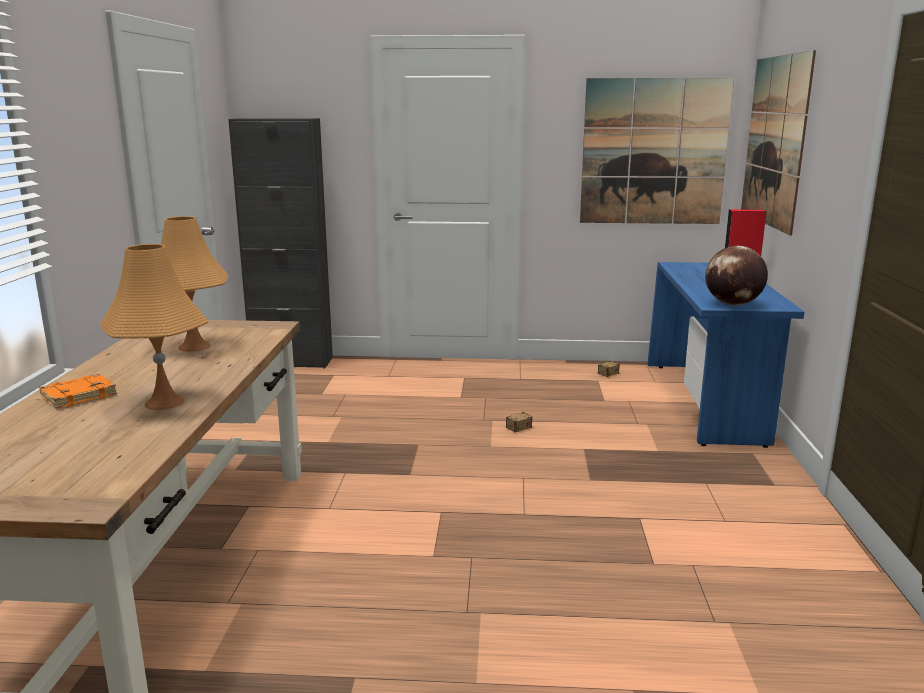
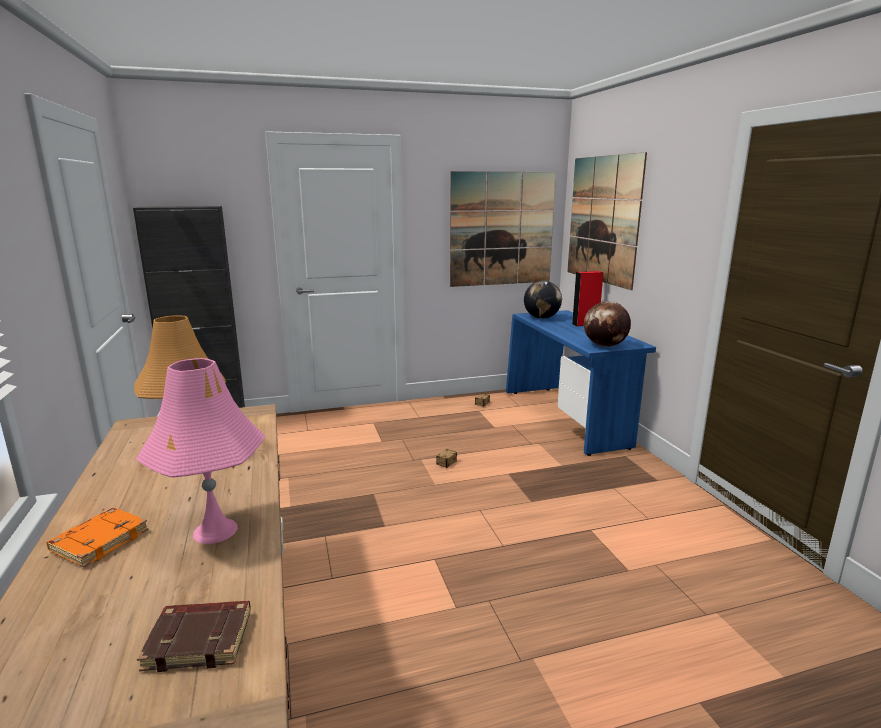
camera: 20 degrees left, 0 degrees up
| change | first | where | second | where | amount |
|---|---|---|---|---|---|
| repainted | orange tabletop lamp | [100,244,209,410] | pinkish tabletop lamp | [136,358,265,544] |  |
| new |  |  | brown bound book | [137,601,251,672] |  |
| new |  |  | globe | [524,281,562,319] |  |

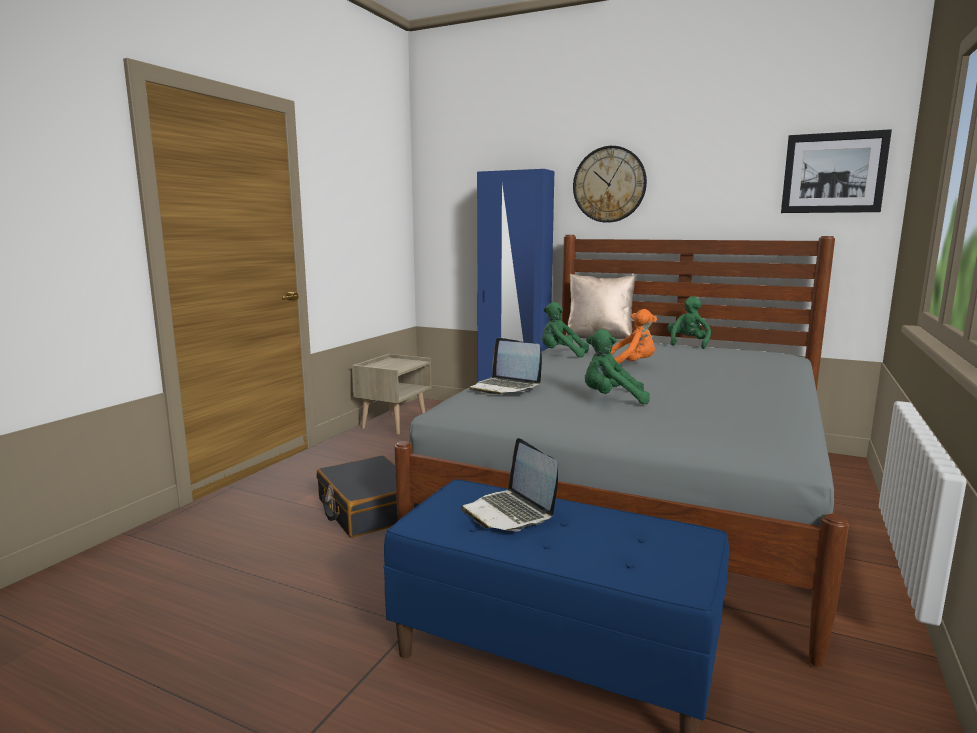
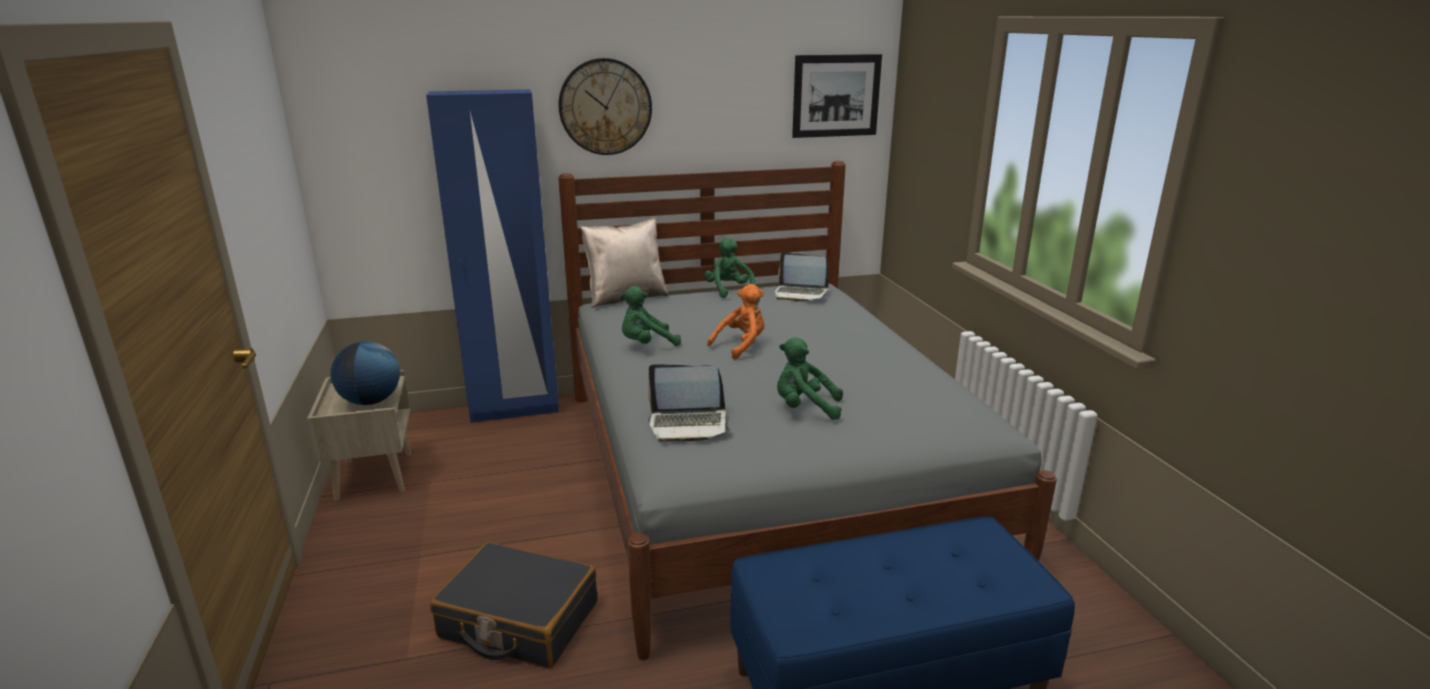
camera: 40 degrees left, 10 degrees up
| change | first | where | second | where | amount |
|---|---|---|---|---|---|
| new |  |  | globe | [330,341,400,405] |  |
| shifted | laptop | [461,438,558,531] |  | [775,252,829,302] |  |
| rotated | green cuddly toy | [585,329,650,404] |  | [777,337,843,420] | 45 degrees clockwise |

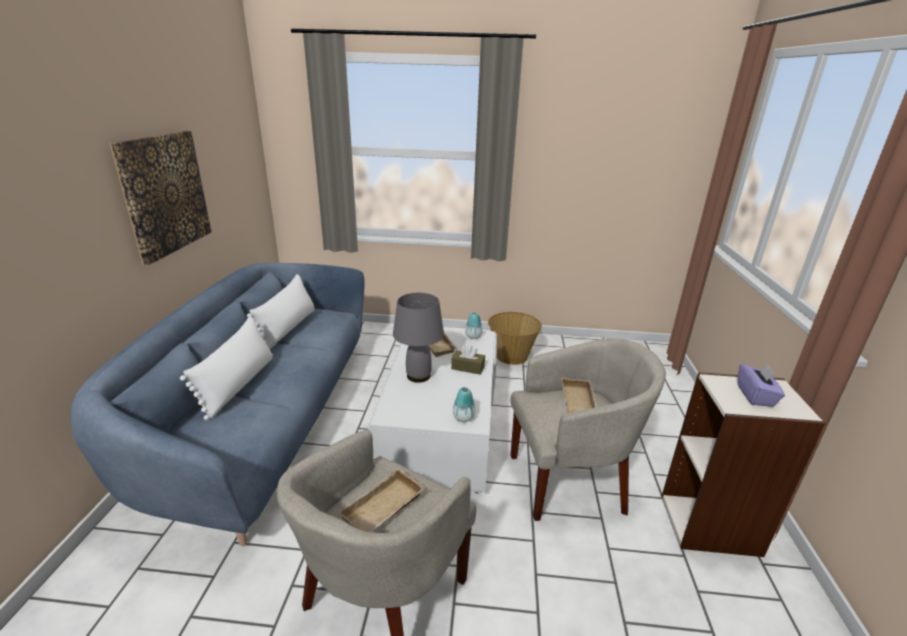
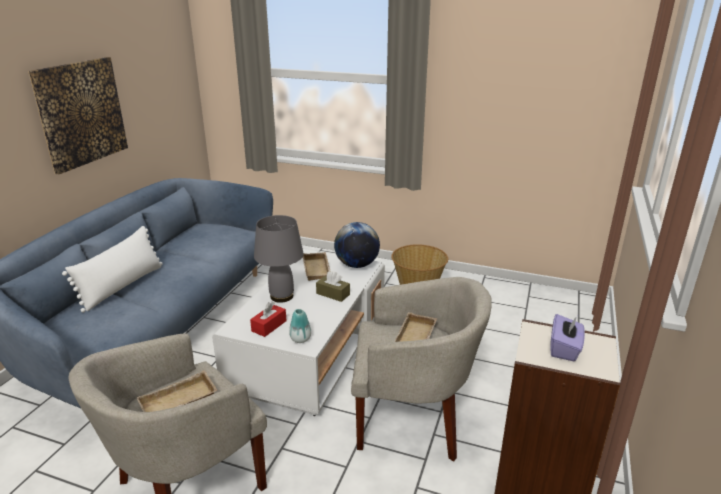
camera: 15 degrees right, 0 degrees up
| change | first | where | second | where | amount |
|---|---|---|---|---|---|
| new |  |  | reddish tissue holder | [250,301,287,337] |  |
| swapped | vase | [465,312,482,339] | globe | [334,222,380,268] |  |
| gone | white pillow | [247,274,314,349] |  |  |  |

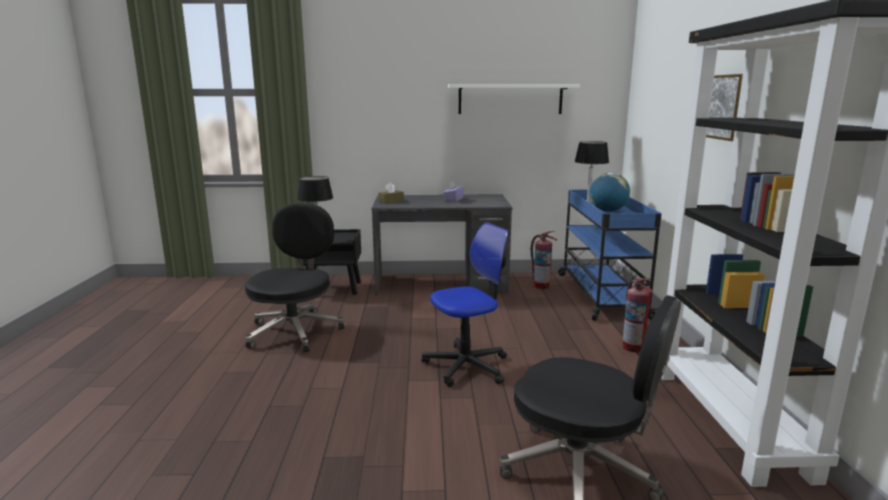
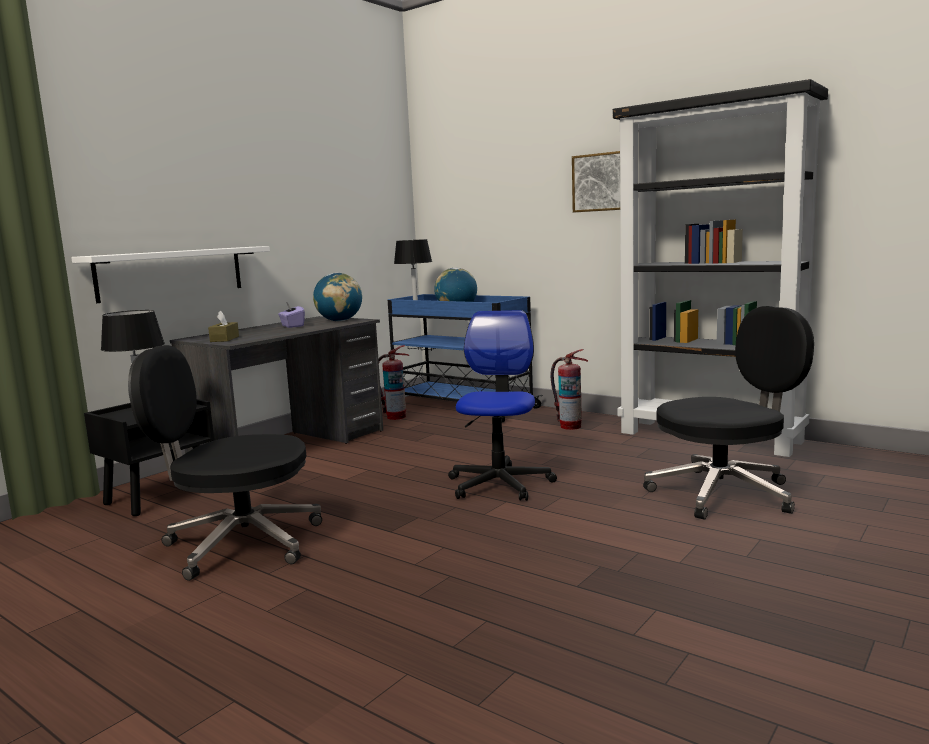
camera: 50 degrees left, 5 degrees down
| change | first | where | second | where | amount |
|---|---|---|---|---|---|
| shifted | white bracket shelf | [448,84,580,114] |  | [71,246,270,303] |  |
| rotated | black office chair | [245,203,344,352] |  | [128,345,322,581] | 45 degrees counterclockwise |
| new |  |  | globe | [313,273,362,321] |  |

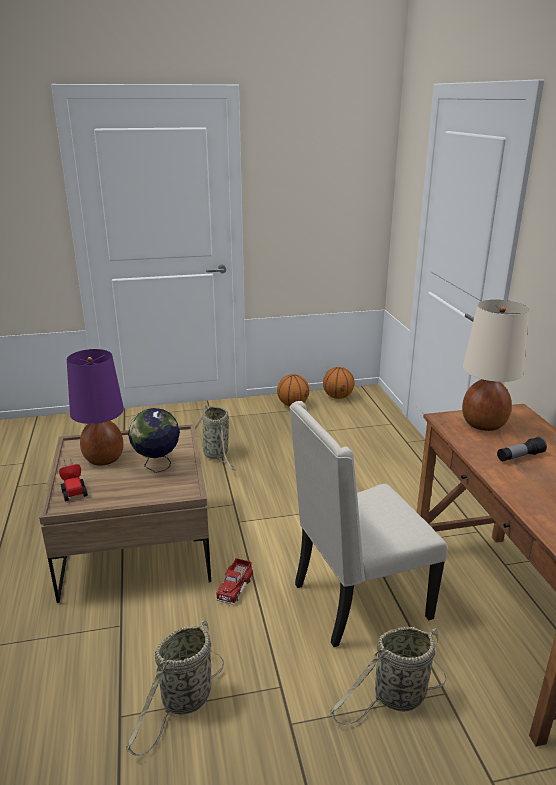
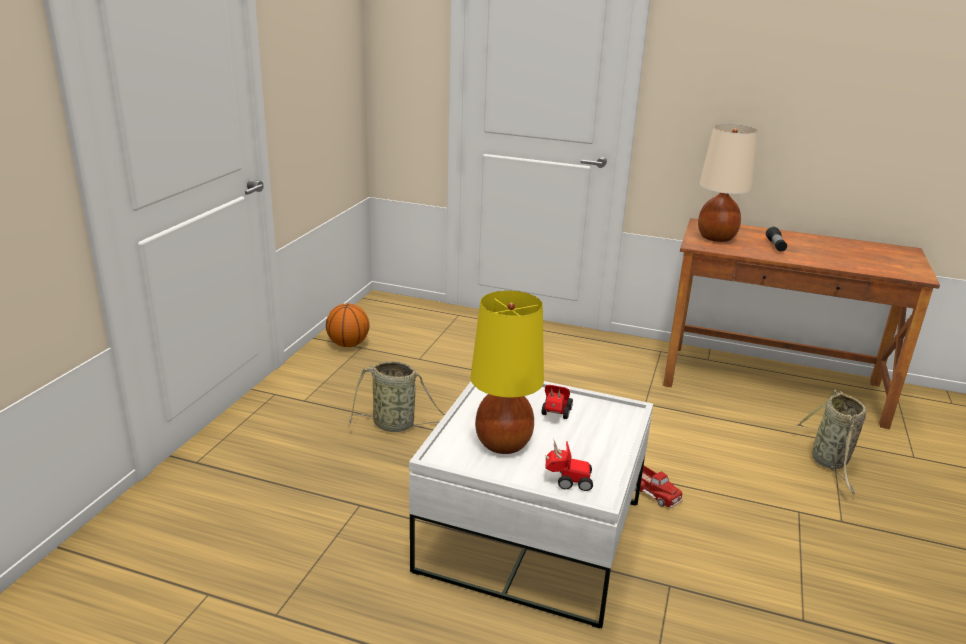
camera: 60 degrees left, 0 degrees up
| change | first | where | second | where | amount |
|---|---|---|---|---|---|
| repainted | brown coffee table | [39,424,211,603] | white coffee table | [409,381,653,629] |  |
| repainted | purplish tabletop lamp | [67,349,124,466] | yellow tabletop lamp | [471,291,544,454] |  |
| swapped | globe | [128,408,180,473] | toy car | [541,385,573,419] |  |
| gone | household basket | [126,619,224,756] |  |  |  |
| gone | beige chair | [289,401,447,647] |  |  |  |
| gone | basketball | [323,367,355,399] |  |  |  |

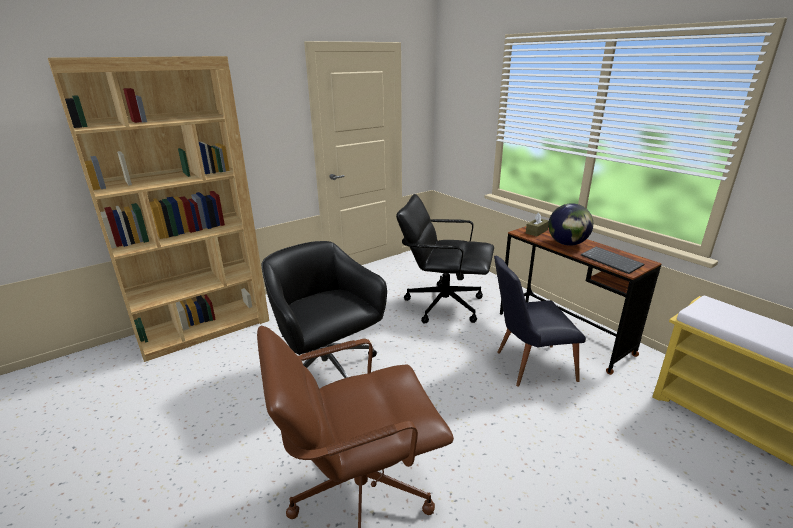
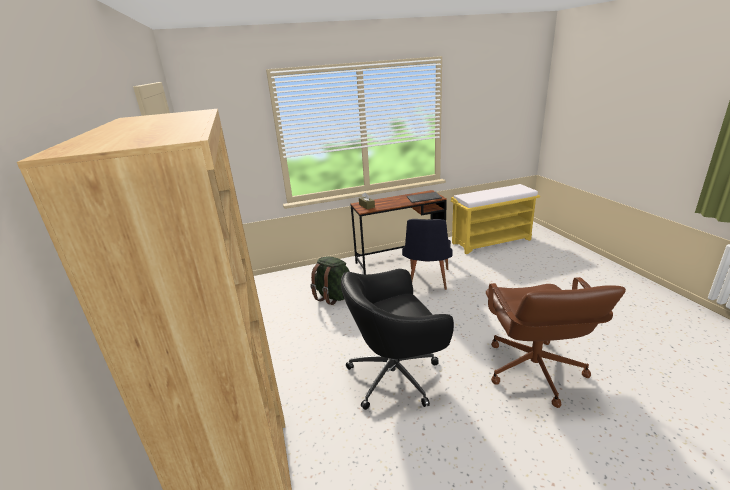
camera: 70 degrees left, 0 degrees up
| change | first | where | second | where | amount |
|---|---|---|---|---|---|
| swapped | black office chair | [396,194,494,324] | green backpack | [310,256,350,305] |  |
| gone | globe | [548,203,593,246] |  |  |  |

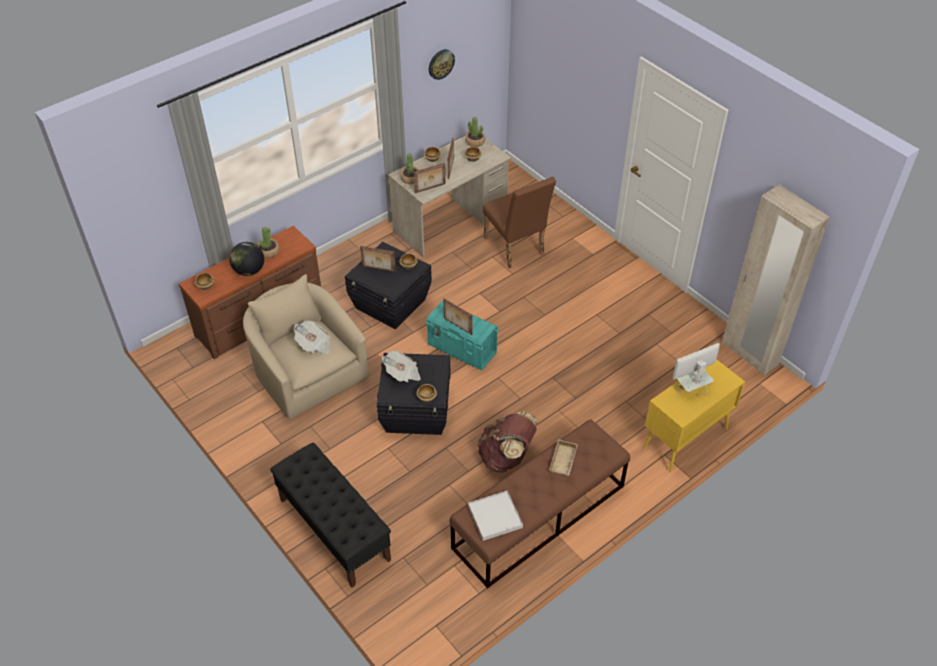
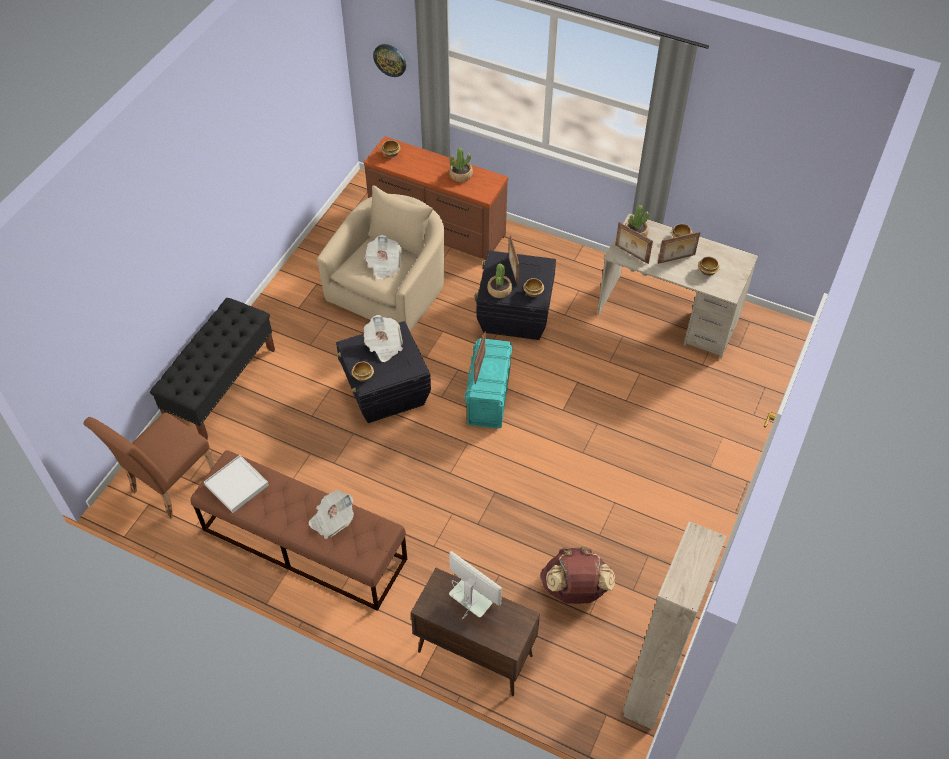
camera: 65 degrees right, 5 degrees up
| change | first | where | second | where | amount |
|---|---|---|---|---|---|
| shifted | brown chair | [483,177,556,268] |  | [83,412,215,519] |  |
| swapped | beige carrying tray | [549,439,578,476] | printed paper | [309,490,354,539] |  |
| shifted | clock on the wall | [429,49,455,80] |  | [373,44,406,77] |  |
| repainted | yellow cabinet | [643,359,745,473] | brown cabinet | [411,568,540,696] |  |
| shifted | potted plant | [465,117,485,147] |  | [487,263,512,298] |  |
| shifted | brown backpack | [477,411,538,473] |  | [540,547,615,604] |  |
| gone | globe | [229,242,264,276] |  |  |  |

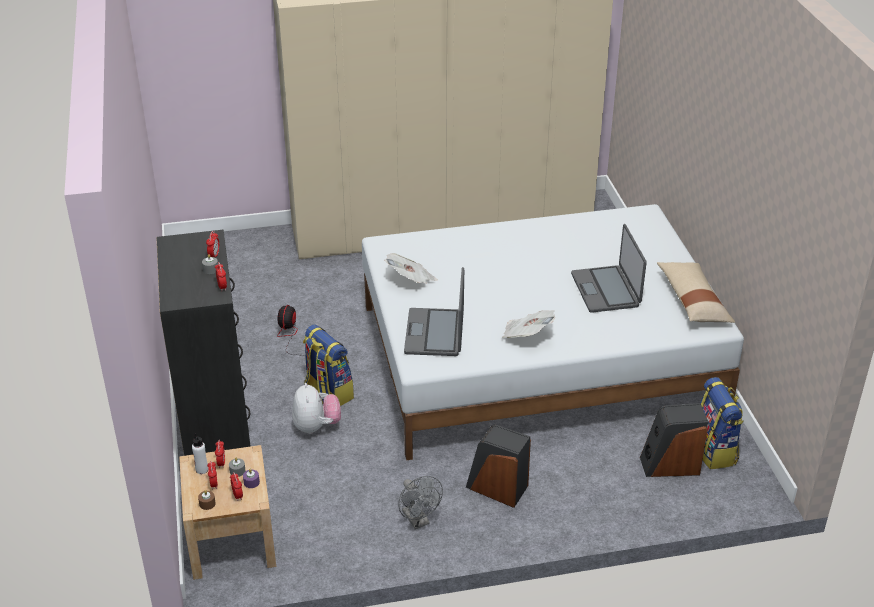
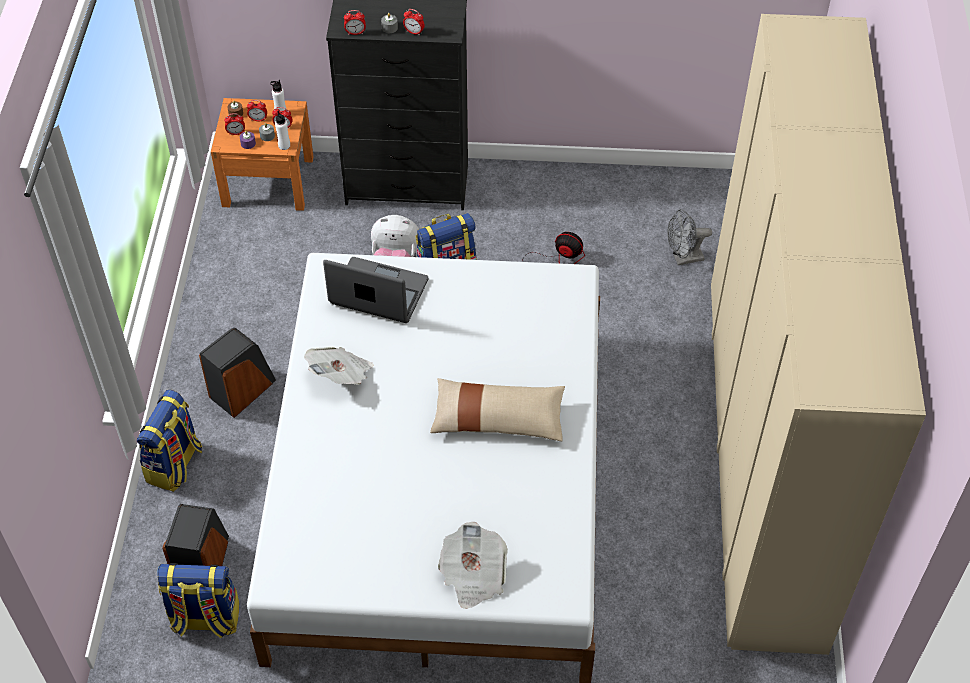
camera: 105 degrees right, 15 degrees up
| change | first | where | second | where | amount |
|---|---|---|---|---|---|
| new |  |  | backpack | [137,389,202,492] |  |
| repainted | beige nightstand | [179,445,276,580] | orange nightstand | [211,98,313,211] |  |
| new |  |  | white drink bottle | [275,111,290,150] |  |
| shifted | beige pillow | [657,262,735,323] |  | [430,378,565,441] |  |
| shifted | printed paper | [384,253,438,283] |  | [438,522,508,609] |  |
| shifted | grey cooling fan | [398,476,443,529] |  | [667,209,712,265] |  |
| gone | laptop | [571,224,647,313] |  |  |  |

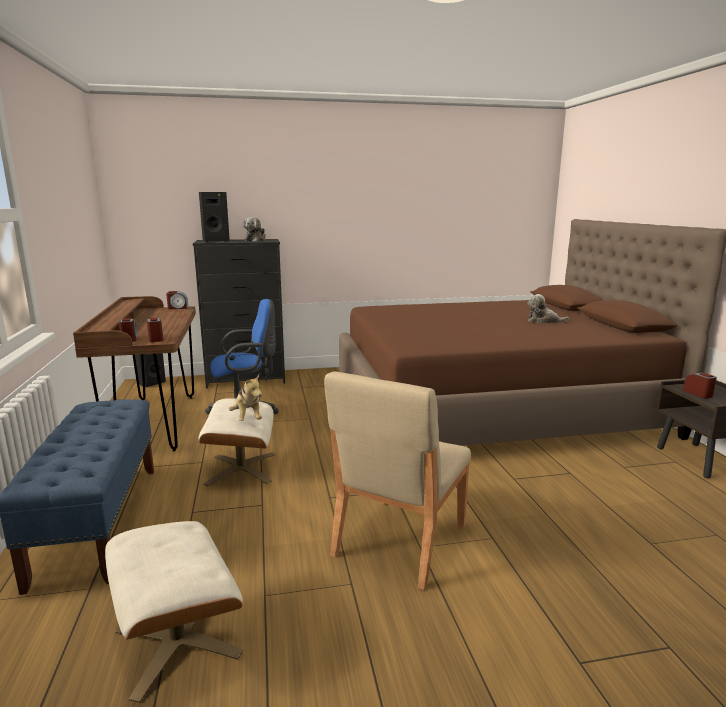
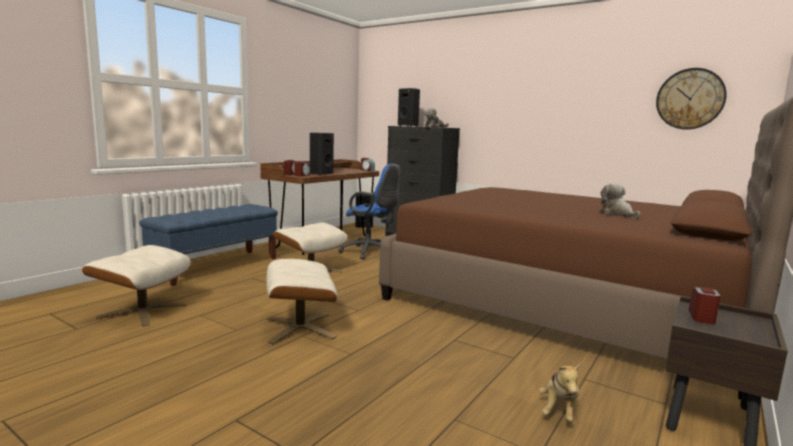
camera: 45 degrees right, 5 degrees down
| change | first | where | second | where | amount |
|---|---|---|---|---|---|
| swapped | beige chair | [324,371,471,590] | beige footrest | [266,259,338,345] |  |
| new |  |  | black loudspeaker | [310,133,334,175] |  |
| shifted | cuddly toy | [229,374,262,421] |  | [539,362,582,422] |  |
| new |  |  | clock on the wall | [656,68,726,130] |  |

